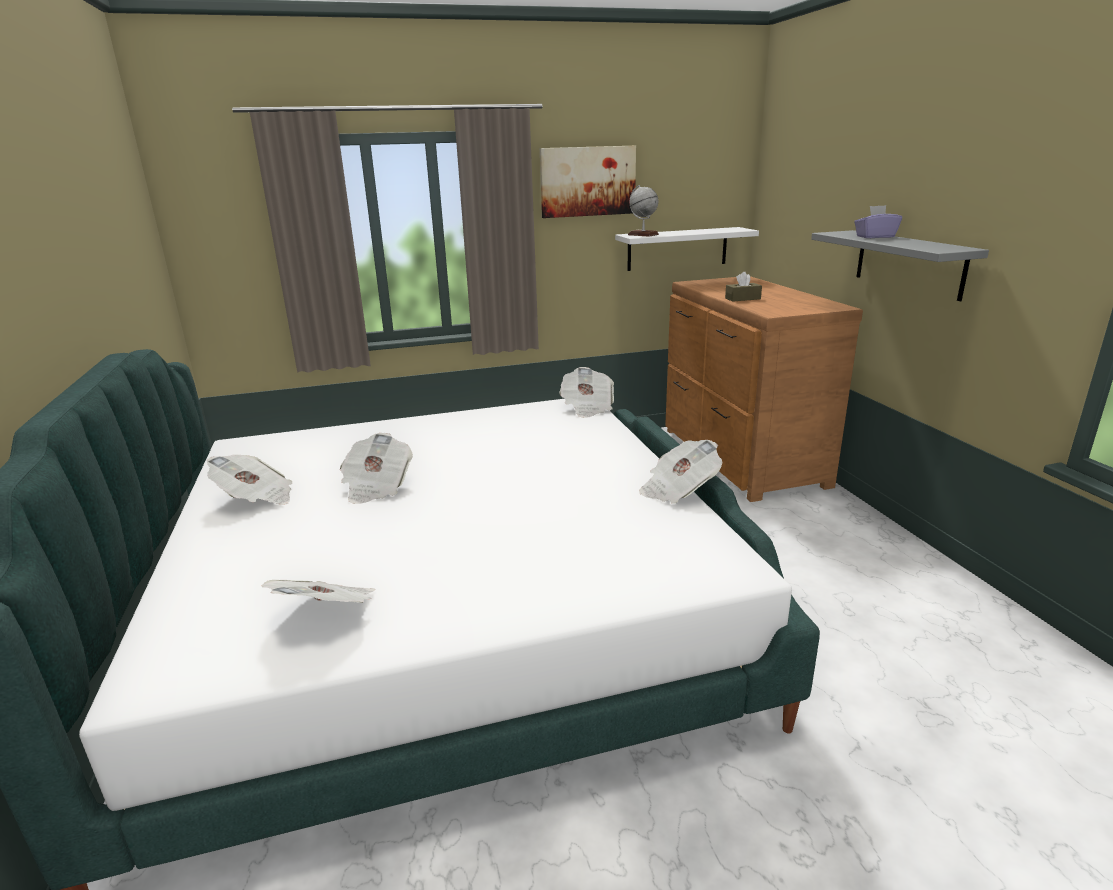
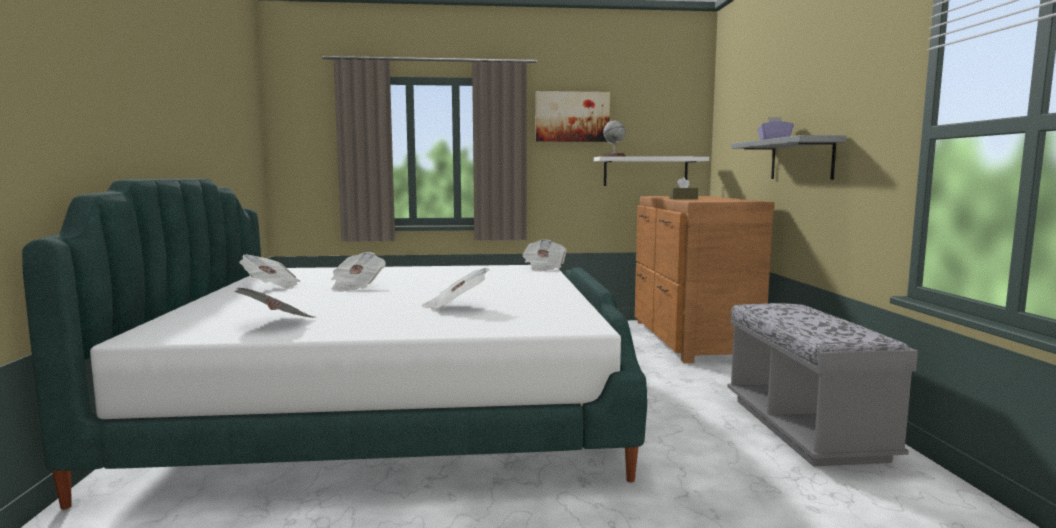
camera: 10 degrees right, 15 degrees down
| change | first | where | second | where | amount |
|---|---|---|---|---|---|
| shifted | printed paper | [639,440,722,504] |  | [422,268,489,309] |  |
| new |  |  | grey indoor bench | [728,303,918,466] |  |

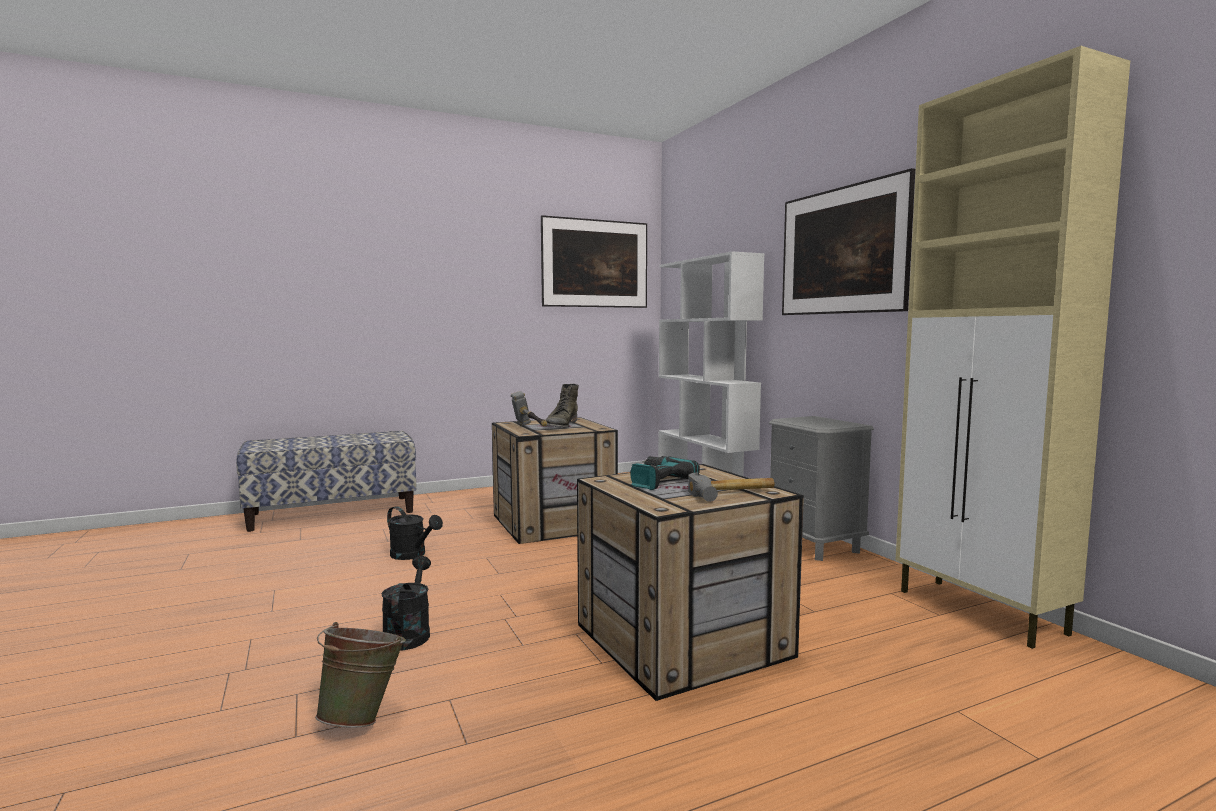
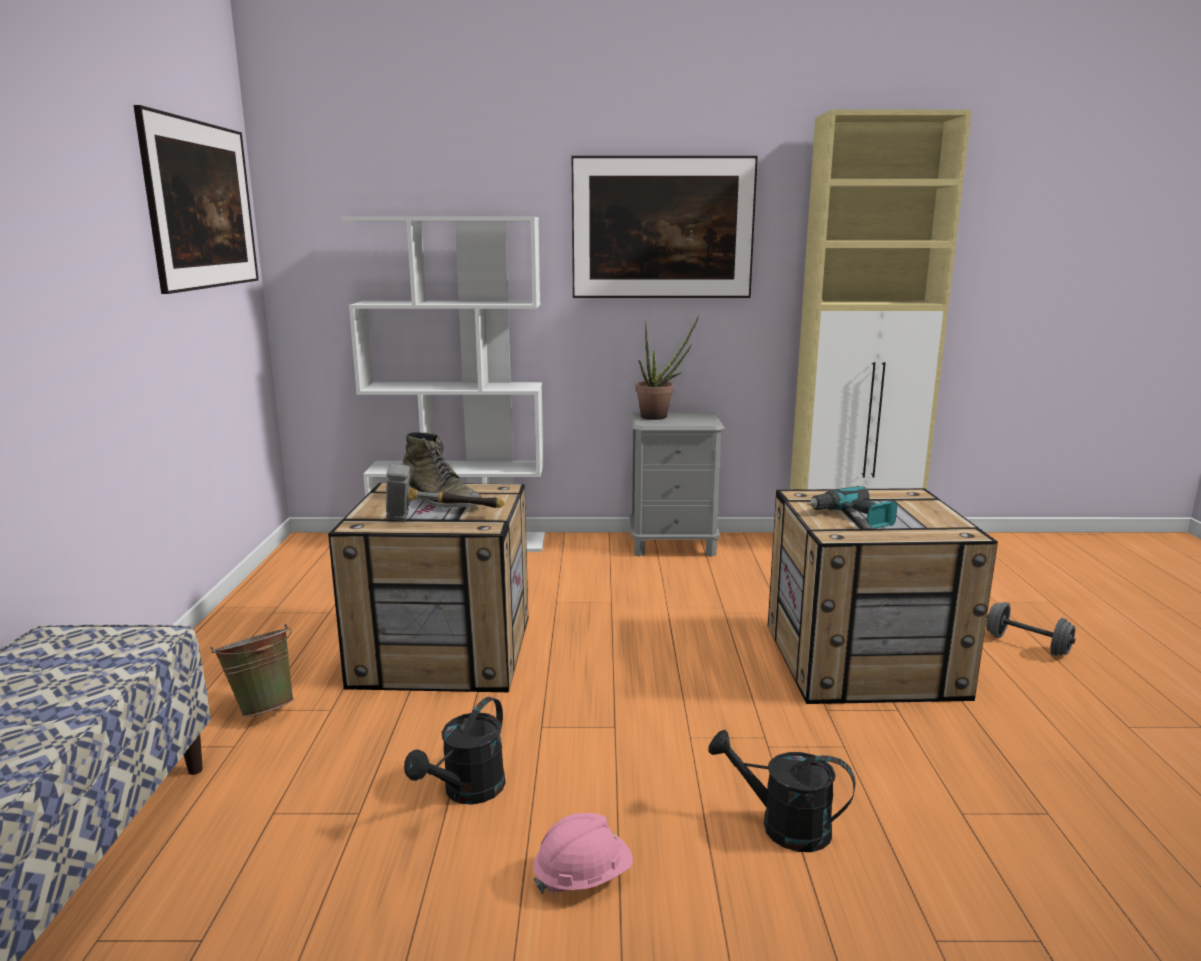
camera: 65 degrees left, 10 degrees up
| change | first | where | second | where | amount |
|---|---|---|---|---|---|
| shifted | green water bucket | [315,622,406,728] |  | [210,624,294,717] |  |
| rotated | black watering pot | [387,506,443,560] |  | [404,697,505,805] | 150 degrees clockwise |
| new |  |  | pinkish work helmet | [533,813,633,894] |  |
| new |  |  | potted plant | [635,316,699,420] |  |
| new |  |  | grey free weight | [986,602,1075,656] |  |
| gone | hammer | [688,472,775,502] |  |  |  |

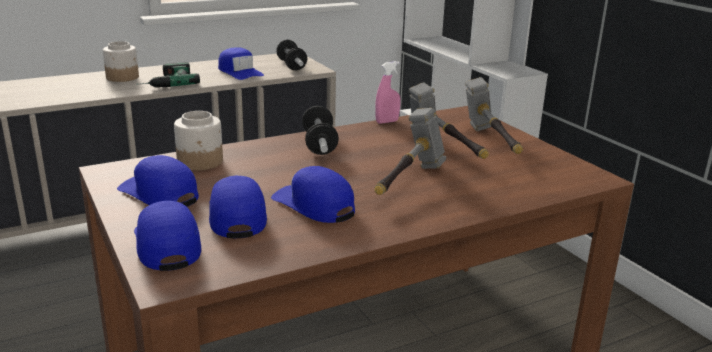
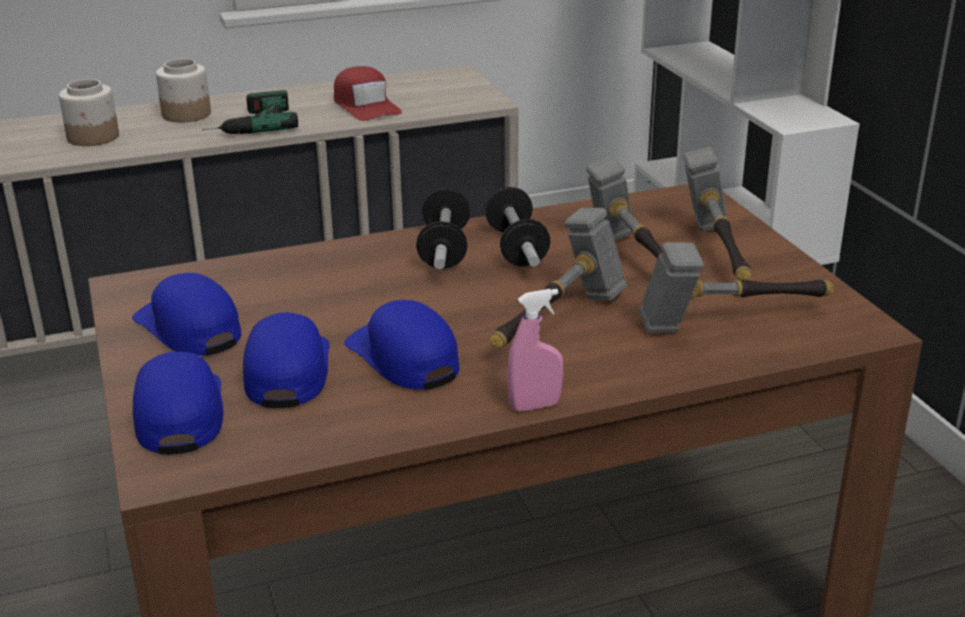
camera: 10 degrees right, 5 degrees up
| change | first | where | second | where | amount |
|---|---|---|---|---|---|
| shifted | jar | [174,111,223,170] |  | [59,79,119,146] |  |
| repainted | blue baseball cap | [218,47,264,80] | reddish baseball cap | [334,66,402,121] |  |
| shifted | free weight | [276,40,307,70] |  | [485,187,551,266] |  |
| shifted | pinkish sprayer | [375,61,401,124] |  | [507,289,563,412] |  |
| new |  |  | hammer | [639,242,834,333] |  |

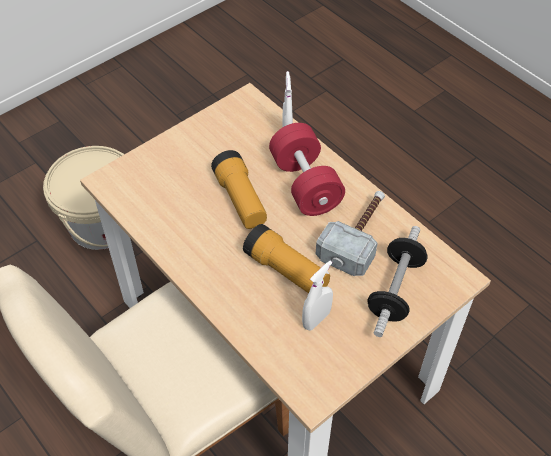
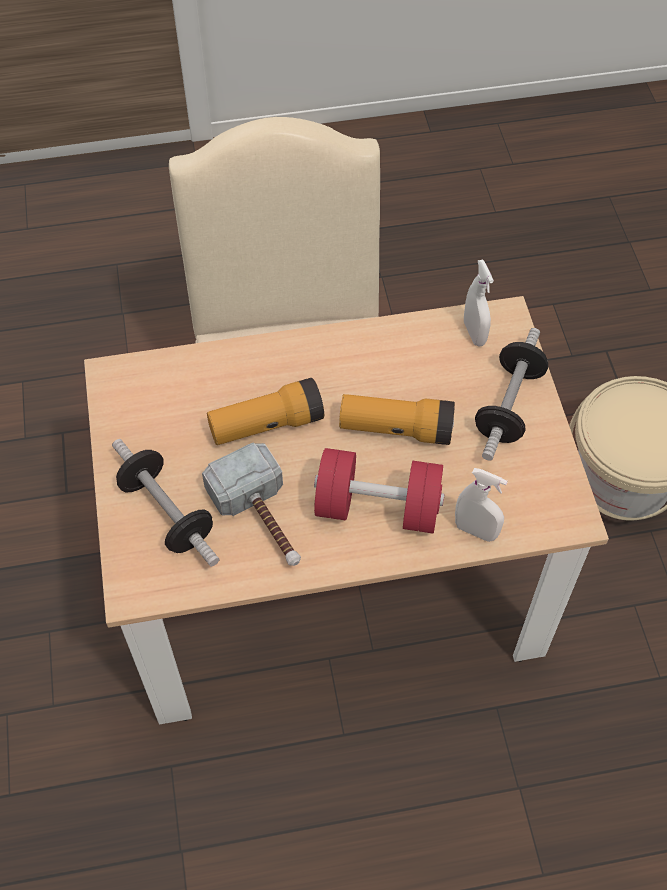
camera: 120 degrees right, 5 degrees up
| change | first | where | second | where | amount |
|---|---|---|---|---|---|
| shifted | white sprayer | [302,260,333,330] |  | [464,259,494,346] |  |
| new |  |  | free weight | [475,328,548,461] |  |

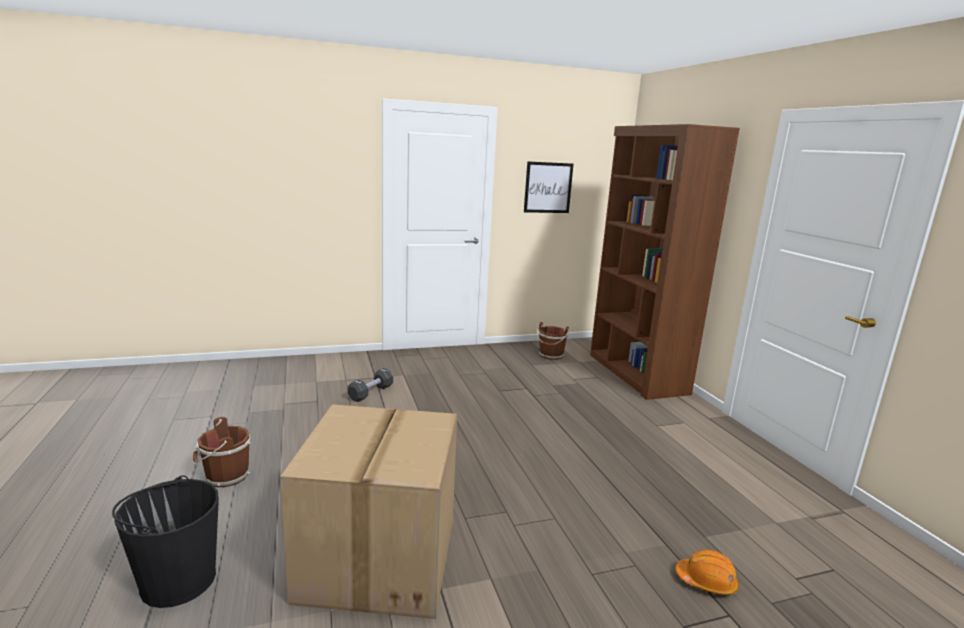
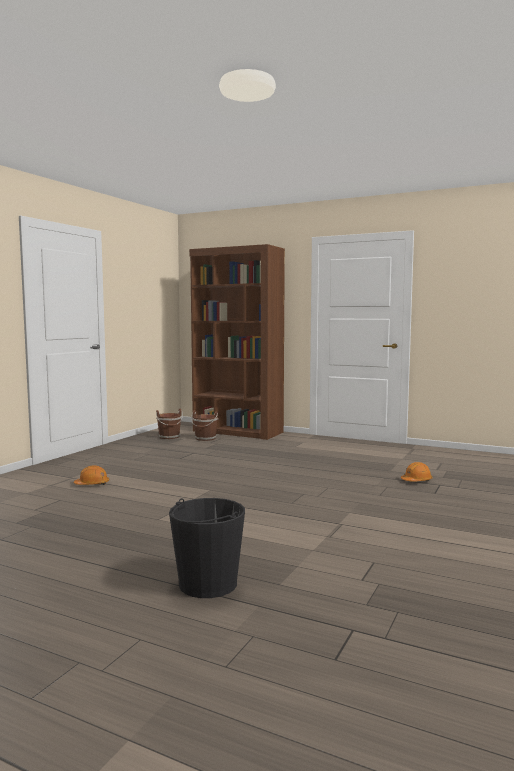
camera: 45 degrees left, 10 degrees down
| change | first | where | second | where | amount |
|---|---|---|---|---|---|
| swapped | black free weight | [348,368,393,402] | orange work helmet | [74,465,109,485] |  |
| shifted | brown water bucket | [193,417,250,487] |  | [191,410,218,441] |  |
| gone | packing box | [280,404,457,619] |  |  |  |
| gone | picture | [524,161,573,213] |  |  |  |

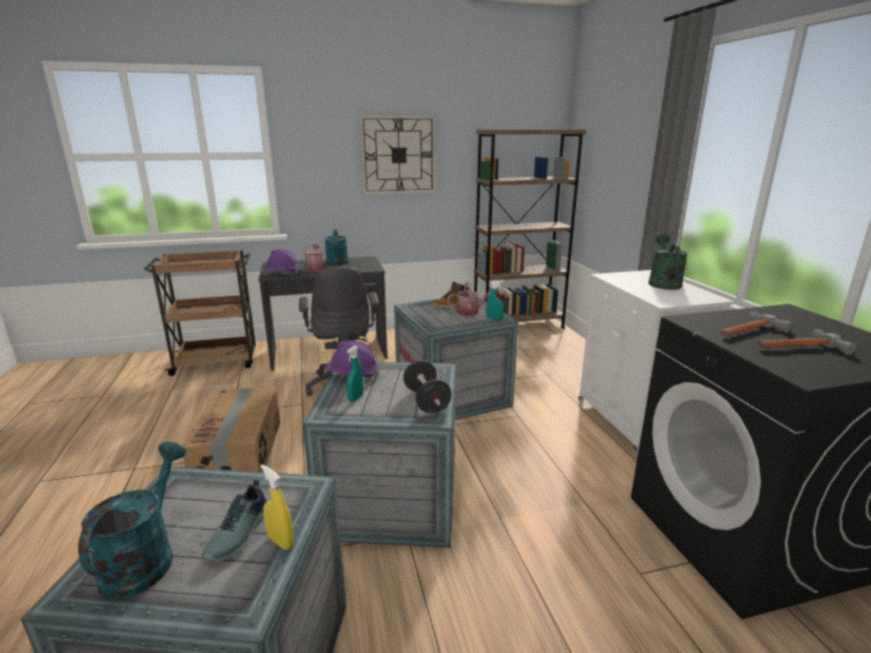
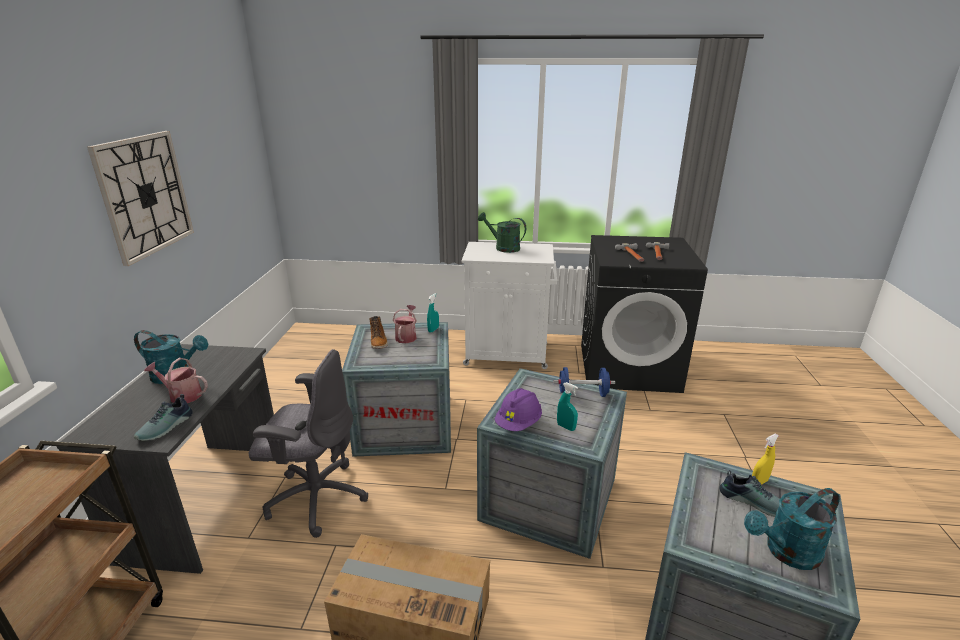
camera: 70 degrees left, 5 degrees up
| change | first | where | second | where | amount |
|---|---|---|---|---|---|
| swapped | purplish work helmet | [263,249,300,274] | low shoe | [134,394,192,441] |  |
| repainted | black free weight | [403,360,452,414] | blue free weight | [553,367,615,397] |  |
| rotated | turquoise watering pot | [78,442,186,599] |  | [744,488,840,570] | 45 degrees counterclockwise |
| gone | brown bookcase | [474,130,586,329] |  |  |  |

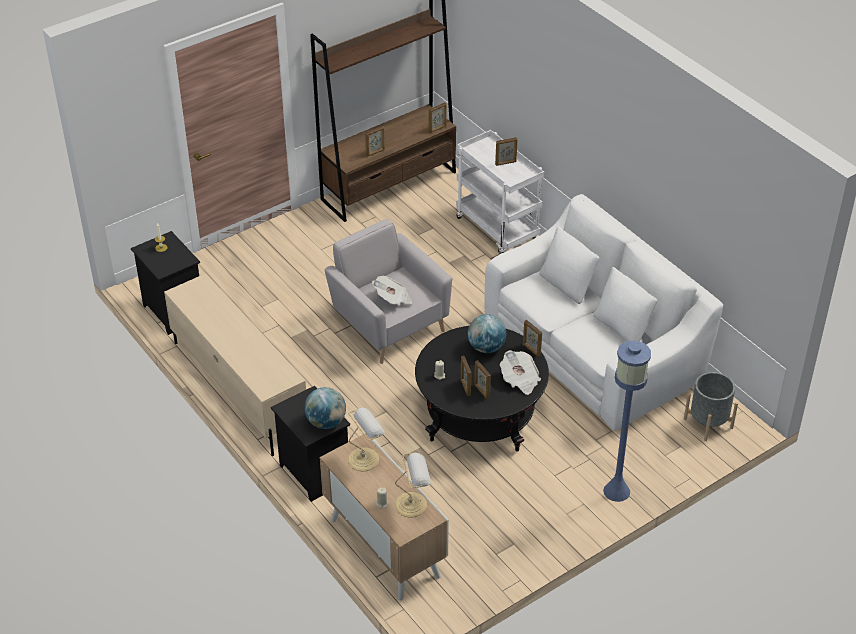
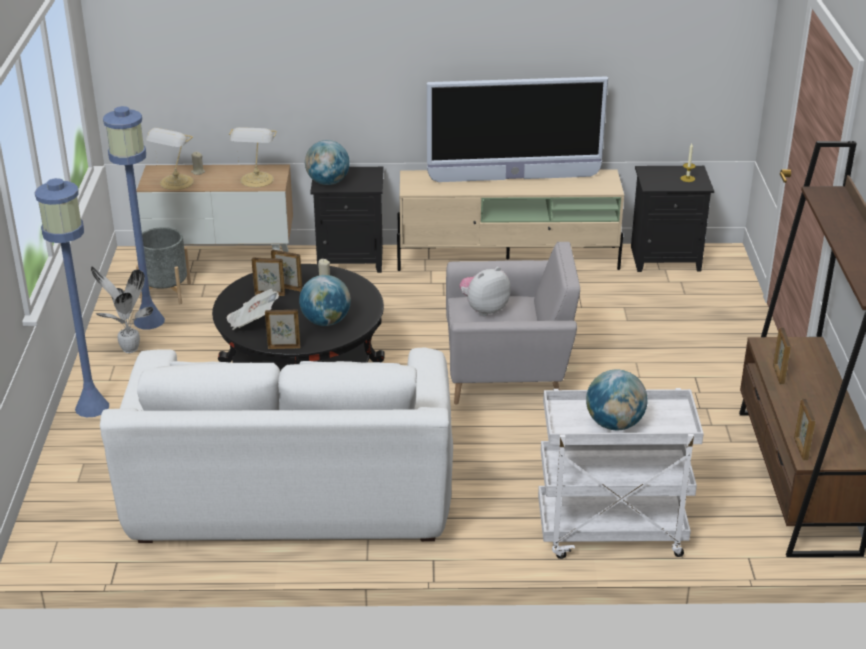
camera: 125 degrees right, 10 degrees down
| change | first | where | second | where | amount |
|---|---|---|---|---|---|
| new |  |  | potted plant | [91,266,153,353] |  |
| new |  |  | blue standing lamp | [103,106,165,329] |  |
| shifted | grey planter | [684,372,738,441] |  | [136,227,191,304] |  |
| new |  |  | television | [427,76,608,182] |  |
| swapped | printed paper | [372,276,412,305] | cuddly toy | [459,267,511,316] |  |
| swapped | standing frame | [495,137,517,166] | globe | [586,370,648,430] |  |

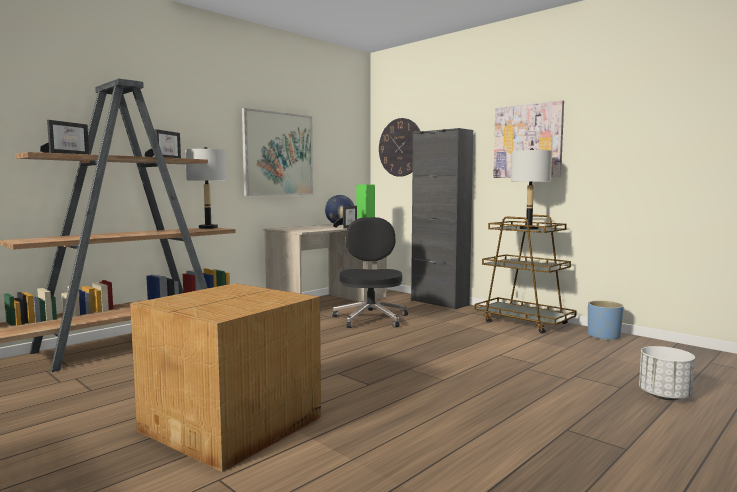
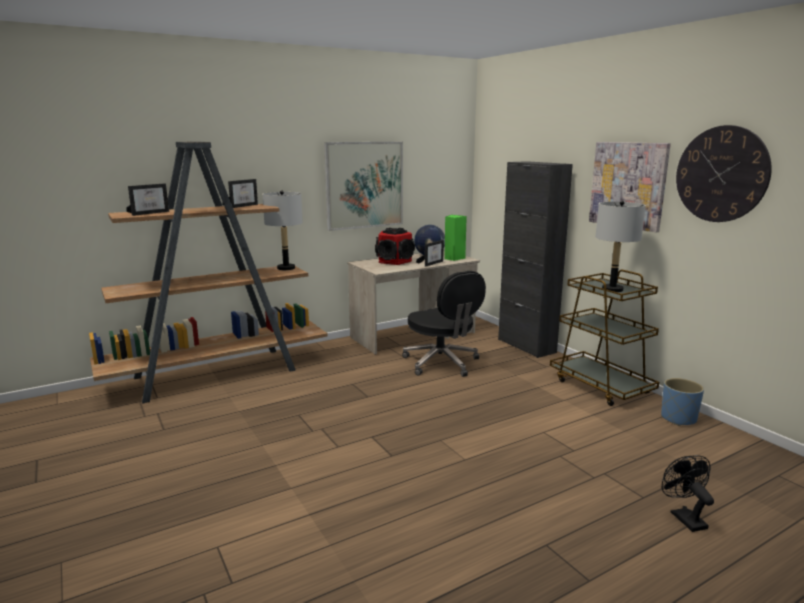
camera: 15 degrees right, 10 degrees up
| change | first | where | second | where | amount |
|---|---|---|---|---|---|
| new |  |  | loudspeaker | [375,228,415,265] |  |
| rotated | black office chair | [332,217,408,328] |  | [402,271,486,377] | 135 degrees clockwise |
| swapped | white planter | [639,346,695,400] | black cooling fan | [662,455,714,532] |  |
| shifted | clock on the wall | [379,118,421,177] |  | [676,125,772,222] |  |
| gone | packing box | [130,283,321,472] |  |  |  |

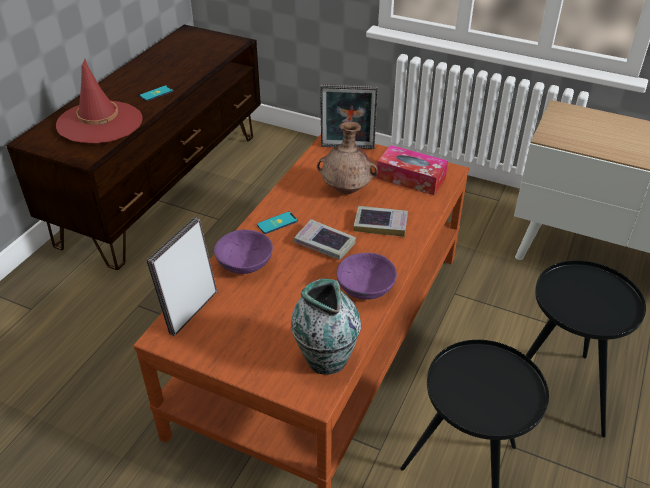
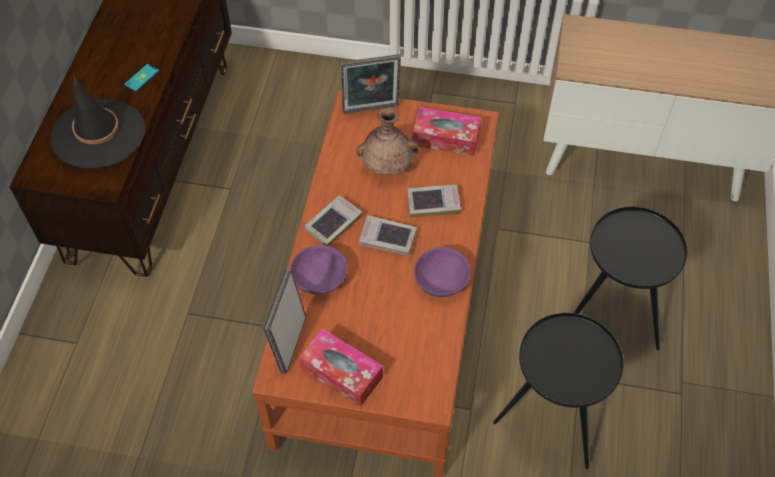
camera: 15 degrees left, 15 degrees up
| change | first | where | second | where | amount |
|---|---|---|---|---|---|
| repainted | reddish clothing hat | [56,59,143,143] | black clothing hat | [50,75,145,169] |  |
| new |  |  | tissue holder | [299,329,383,407] |  |
| swapped | handset | [257,212,298,234] | bound book | [304,195,362,246] |  |
| gone | vase | [291,278,361,375] |  |  |  |

